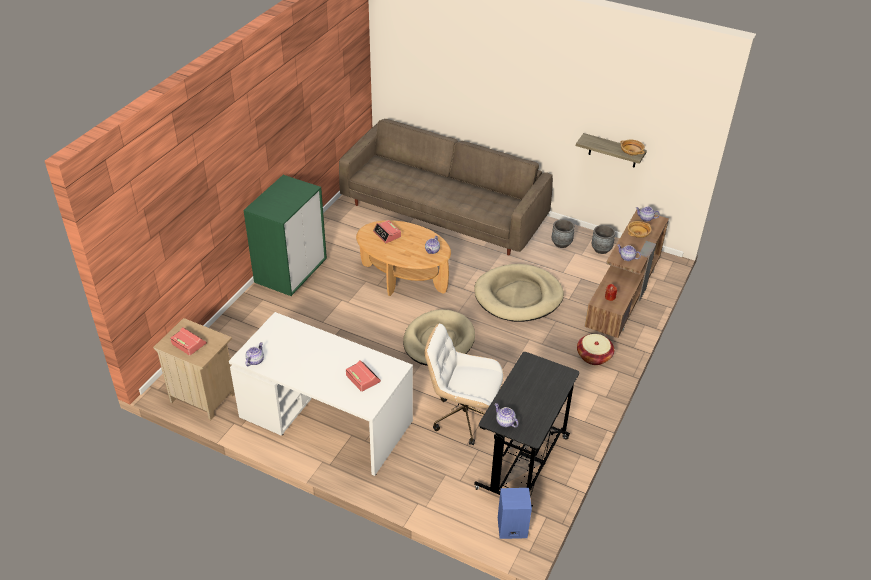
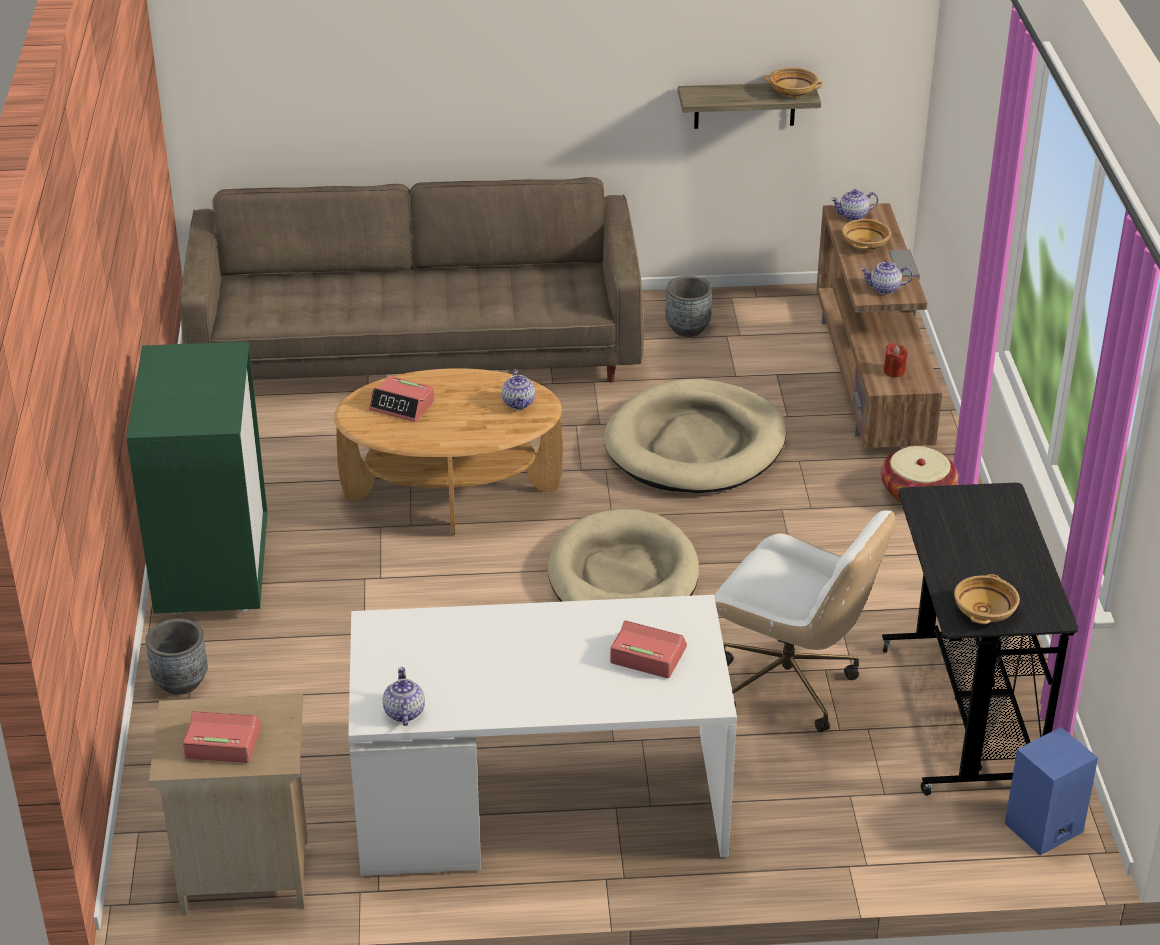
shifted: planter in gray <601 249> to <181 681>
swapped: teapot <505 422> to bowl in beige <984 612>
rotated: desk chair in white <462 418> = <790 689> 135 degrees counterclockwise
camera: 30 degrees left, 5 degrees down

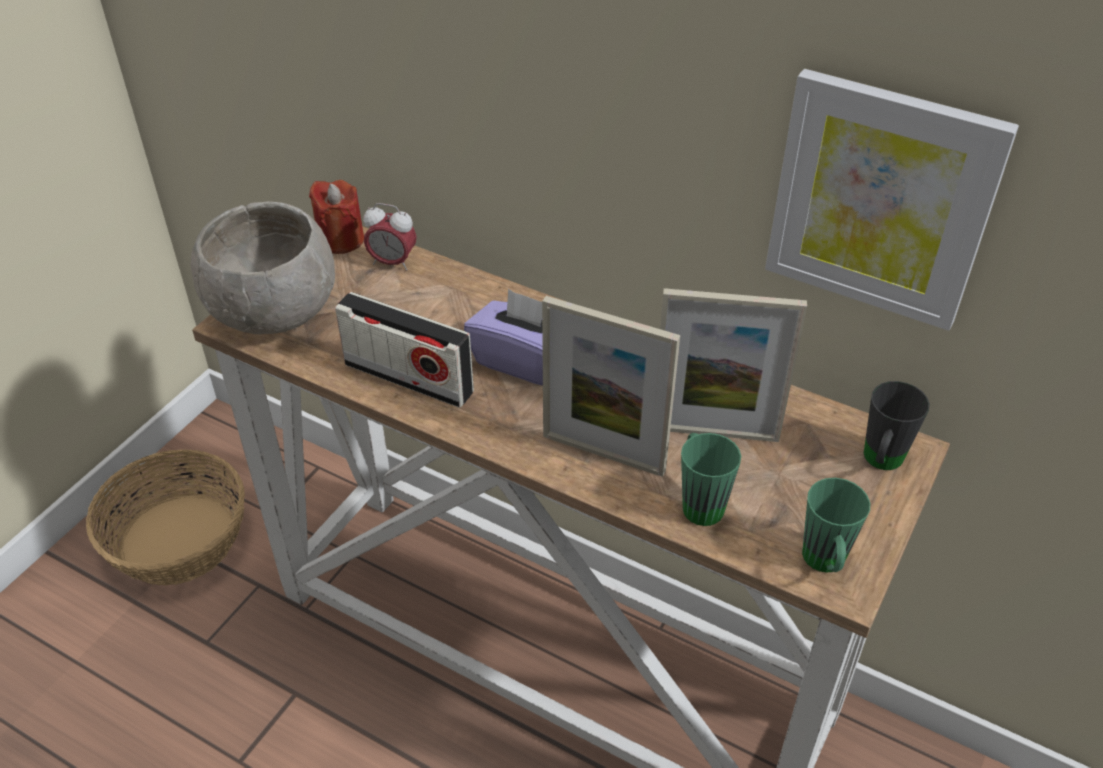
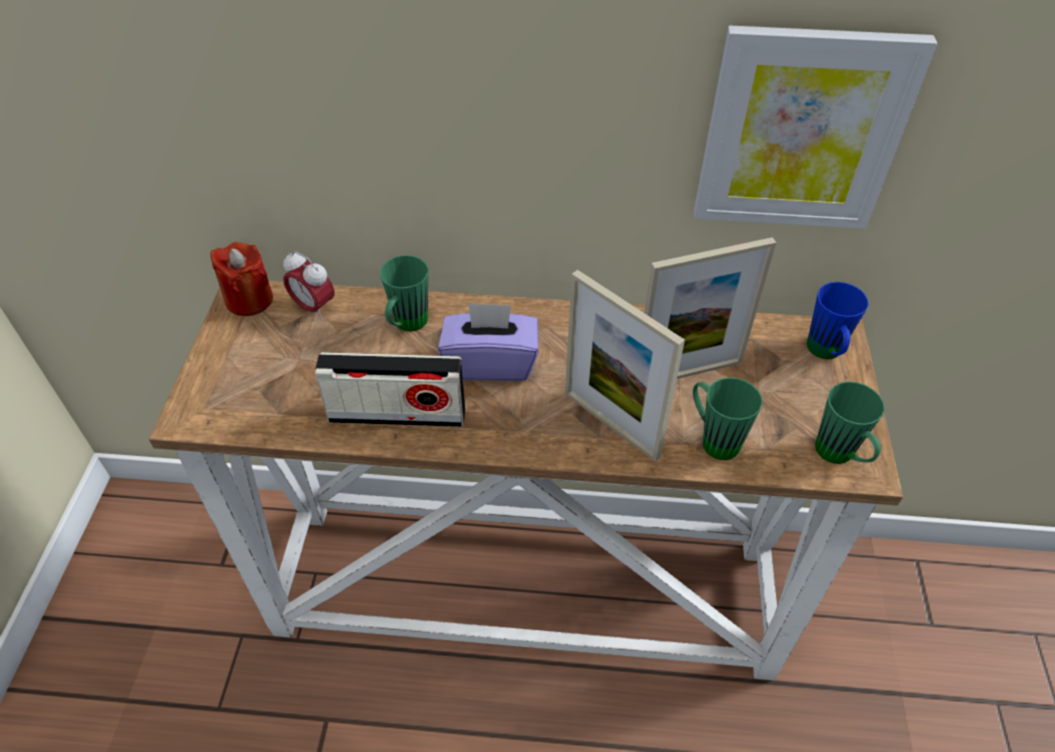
gone: household basket <178 539>; bowl in gray <274 313>
new: coffee mug in greenish <407 326>
repainted: coffee mug in black <880 463> to coffee mug in blue <825 354>
rotated: bedside clock <392 263> = <314 307> 45 degrees clockwise; picture frame <603 453> = <611 424> 45 degrees clockwise
camera: 25 degrees left, 5 degrees up

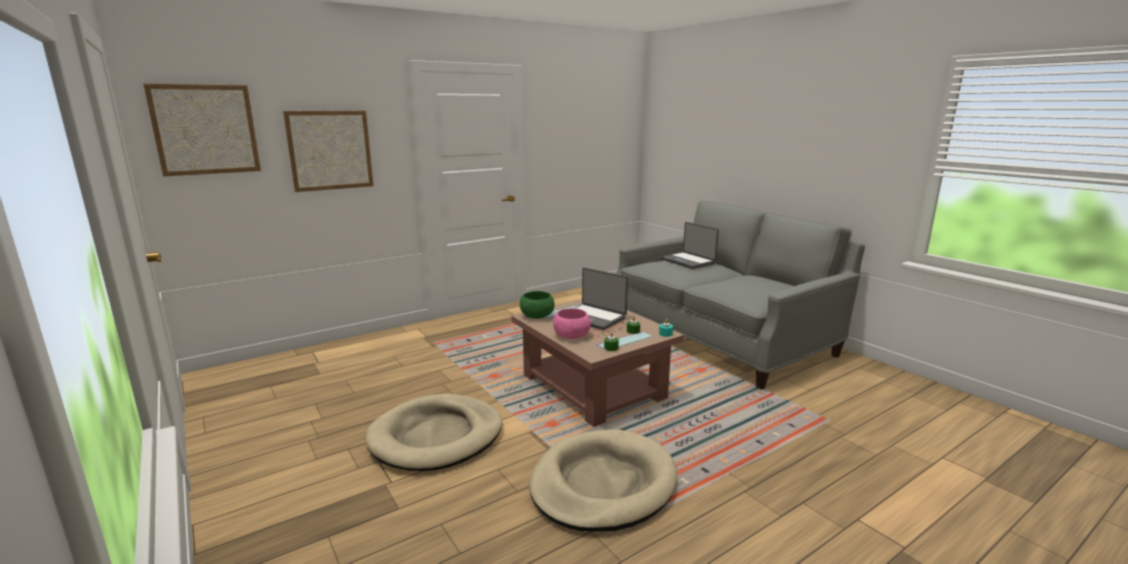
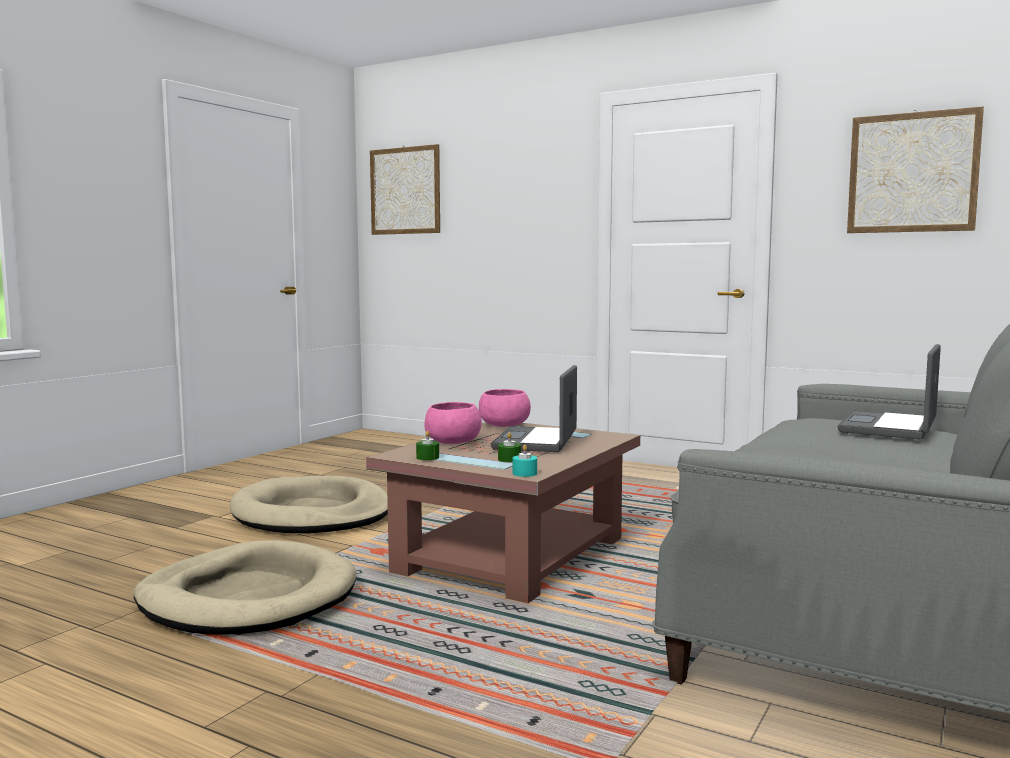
shifted: wall art <330 149> to <912 171>
repainted: bowl in greenish <537 316> to bowl in pink <503 425>
camera: 65 degrees right, 10 degrees down

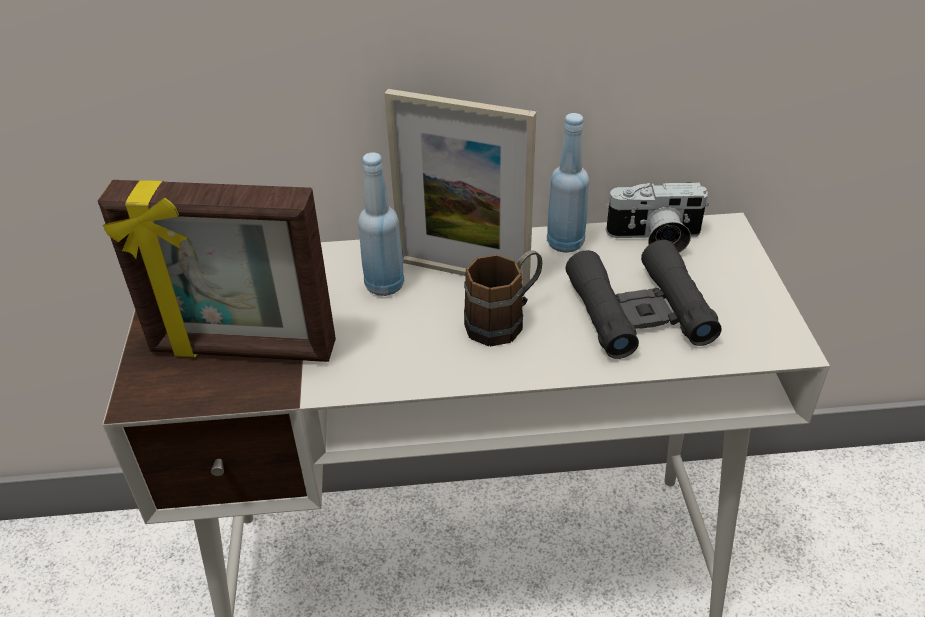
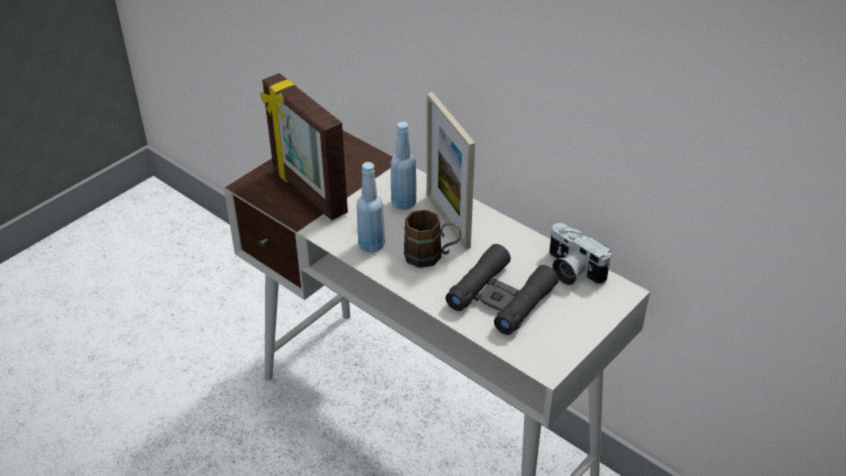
shifted: bottle in blue <565 243> to <371 245>
camera: 45 degrees right, 0 degrees up

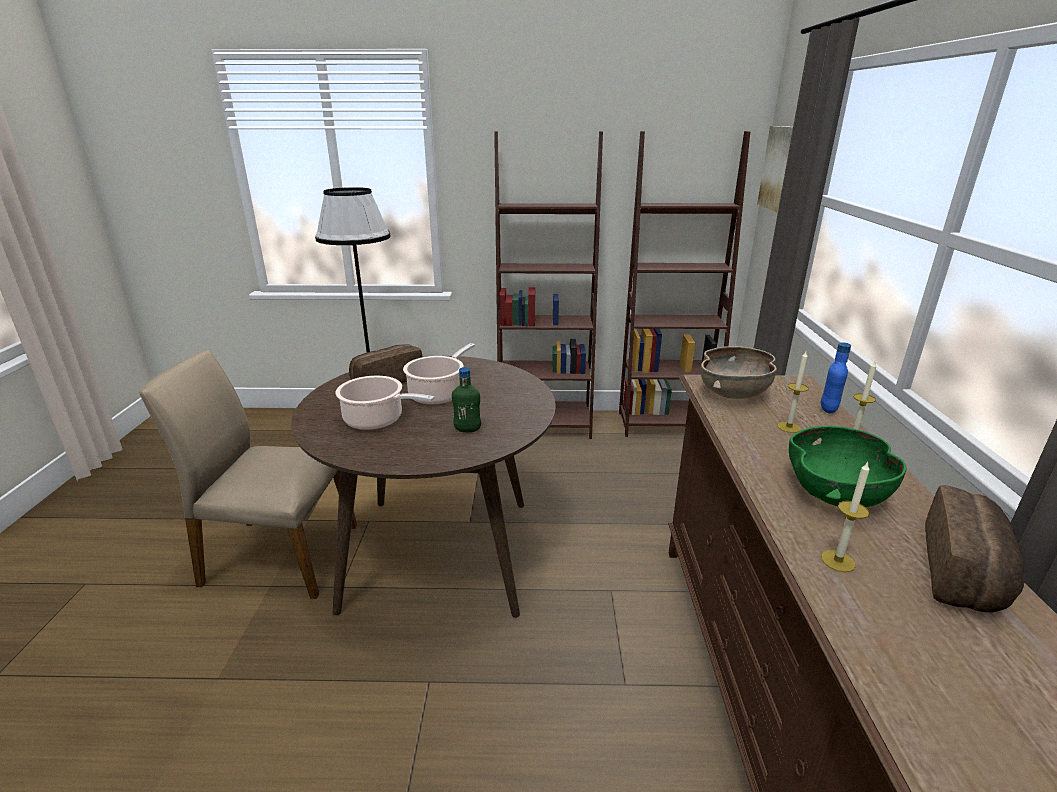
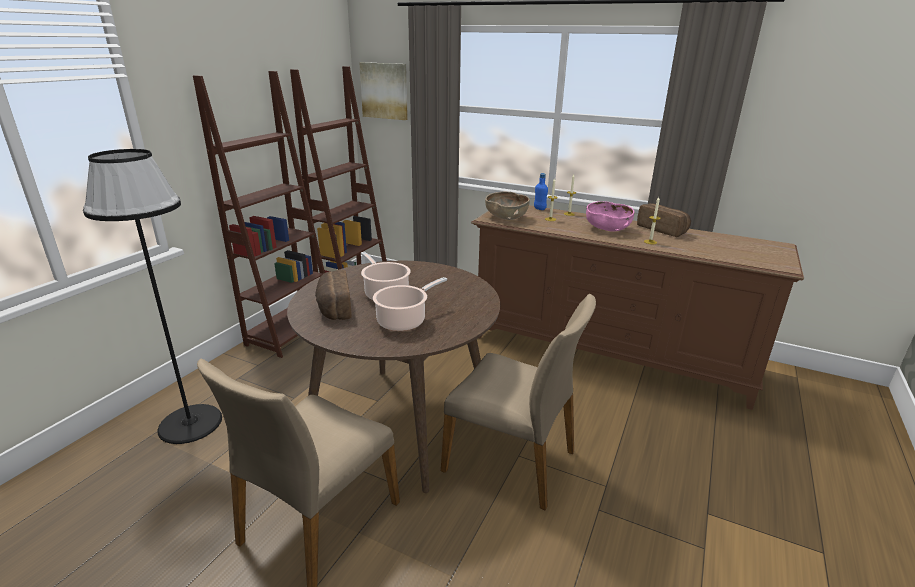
gone: bottle in greenish <467 430>
new: chair in beige <511 460>
repainted: bowl in greenish <836 493> to bowl in pink <607 229>
camera: 65 degrees left, 0 degrees up

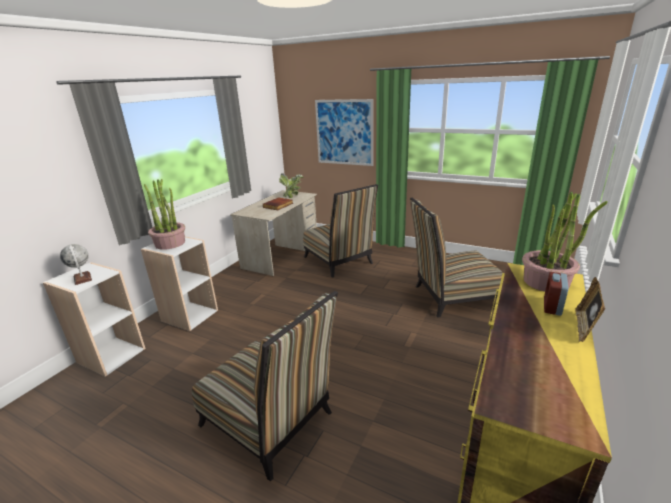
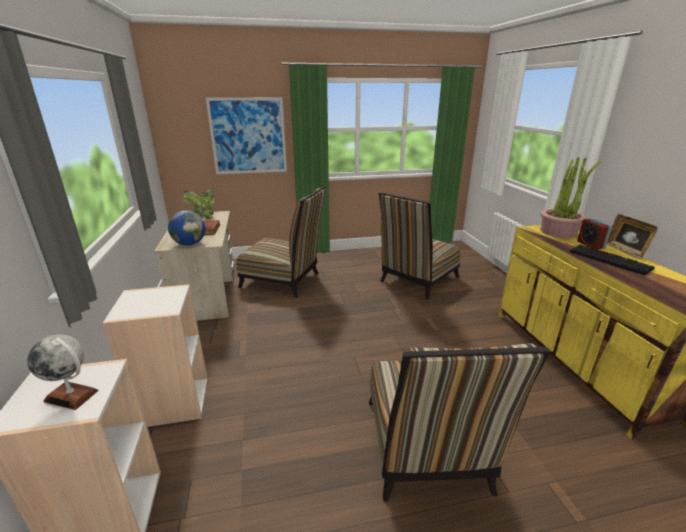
gone: potted plant <170 243>
new: desk globe <189 244>; keyboard <610 260>
rotated: chair <272 423> = <426 451> 90 degrees clockwise
camera: 40 degrees left, 0 degrees up

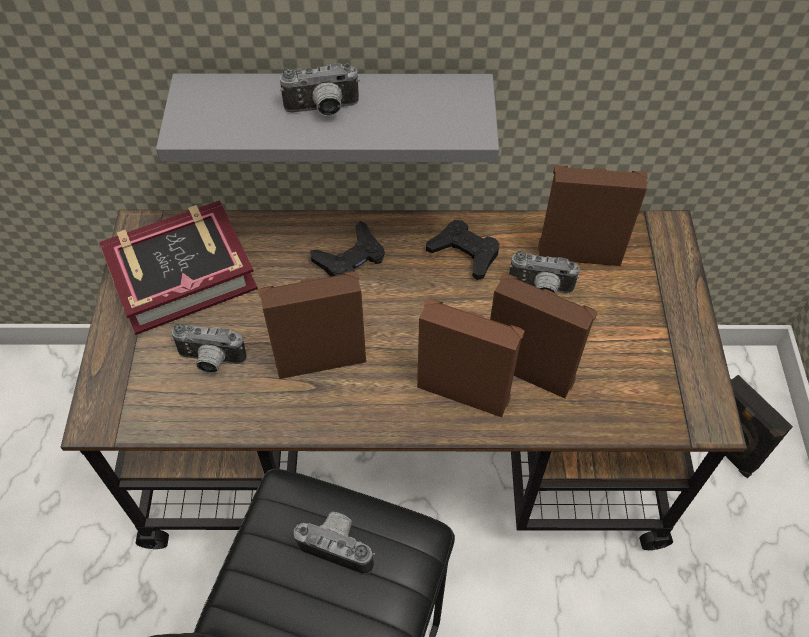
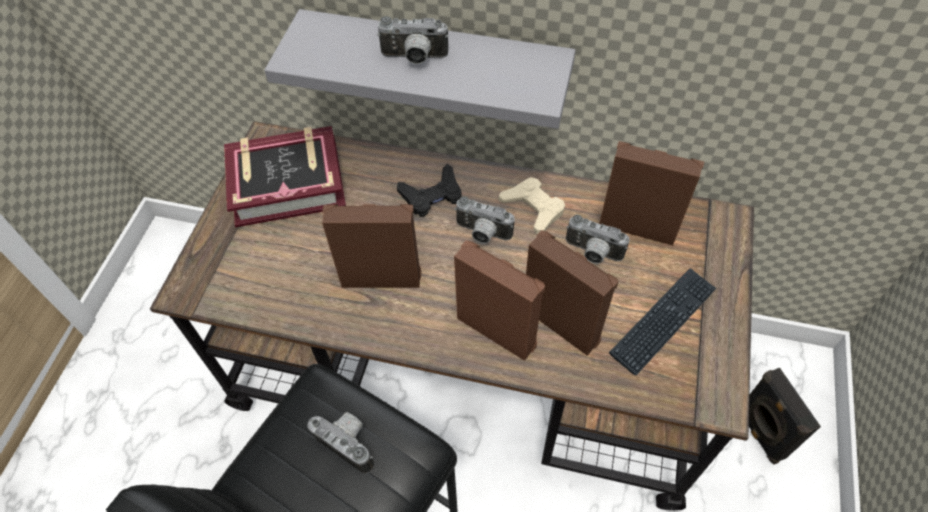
new: keyboard <663 321>
shifted: photo camera <210 361> to <482 234>
repainted: game controller in black <464 253> to game controller in beige <533 208>
camera: 15 degrees right, 0 degrees up

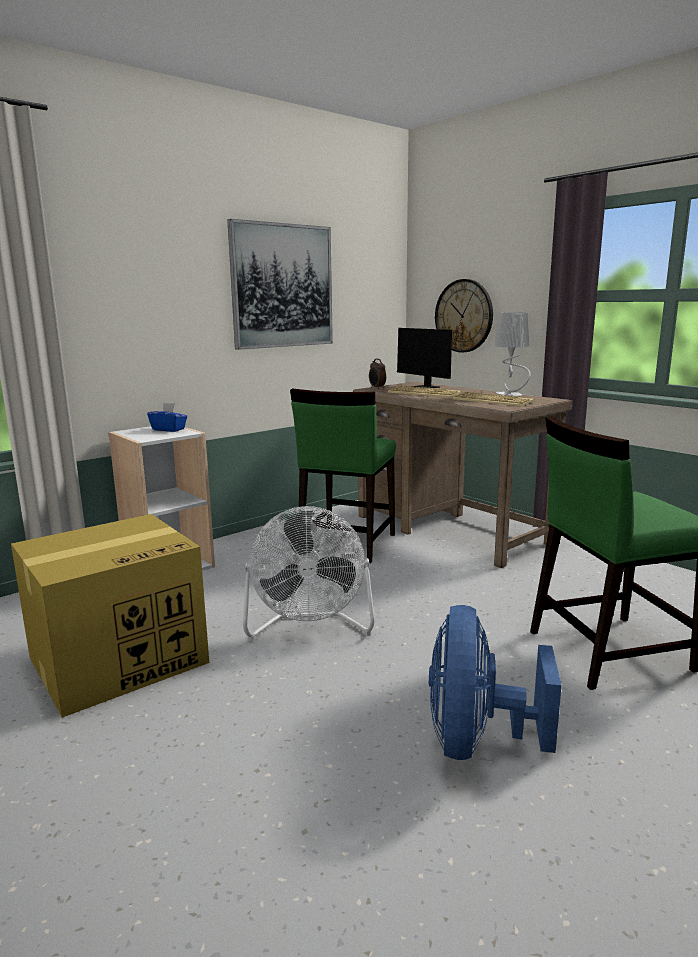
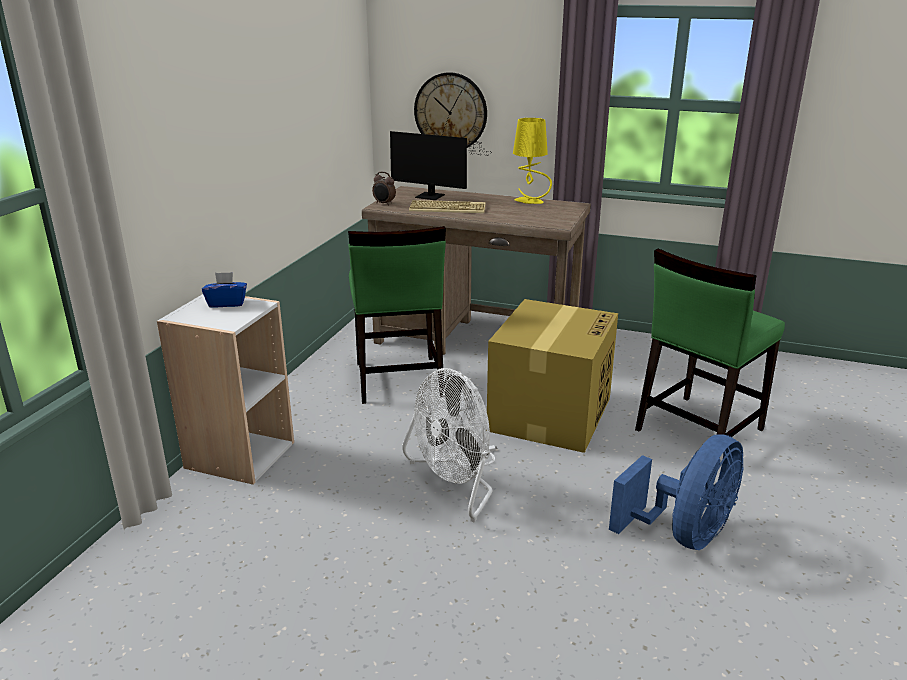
gone: wall art <282 286>; keyboard <493 400>
shifted: cardboard box <120 659> to <550 413>
repainted: lamp for a table in gray <510 395> to lamp for a table in yellow-coloured <530 201>
rotated: fan in white <305 625> = <458 480> 90 degrees clockwise; fan in blue <477 741> = <684 534> 120 degrees counterclockwise
camera: 30 degrees left, 10 degrees up

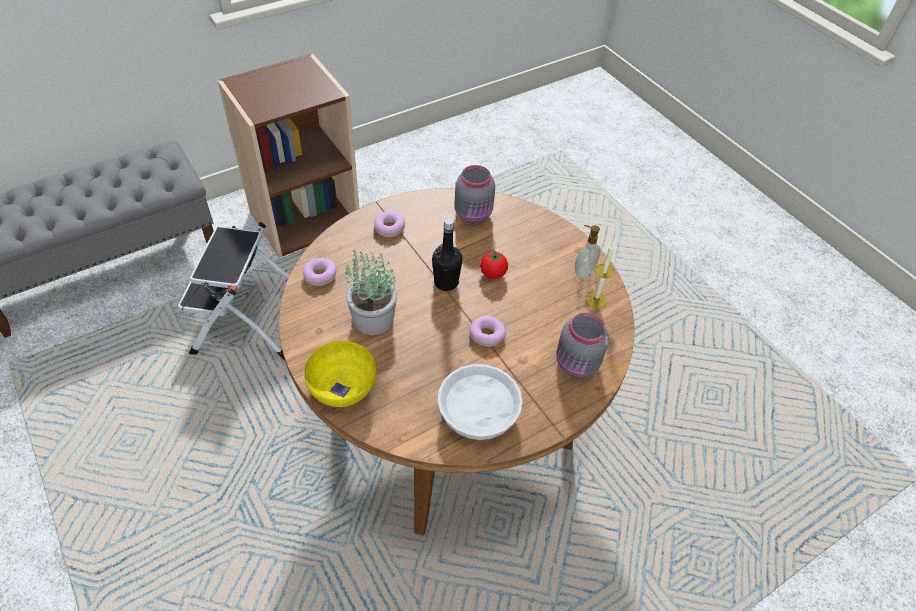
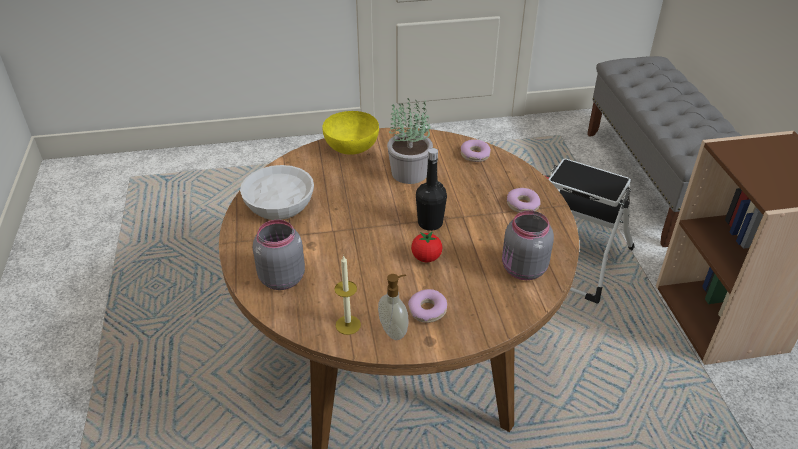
shifted: doughnut <487 335> to <427 310>
camera: 115 degrees right, 10 degrees down

